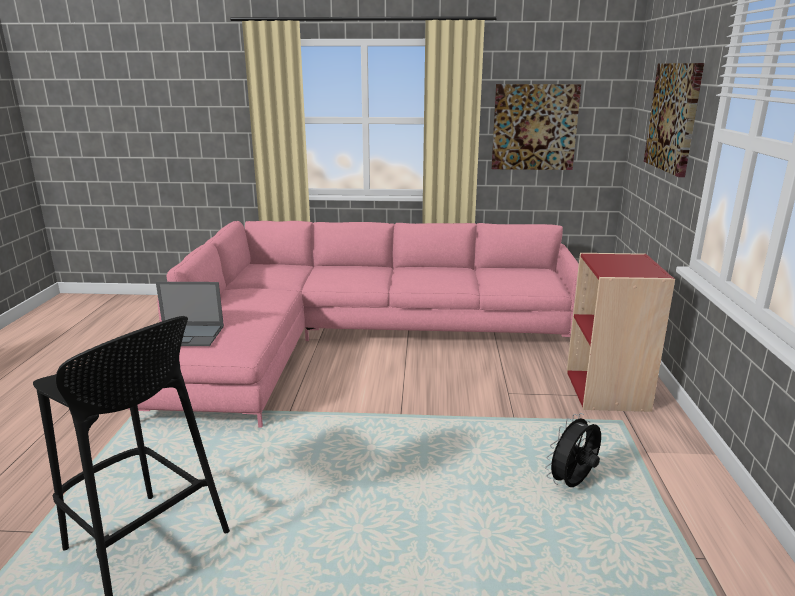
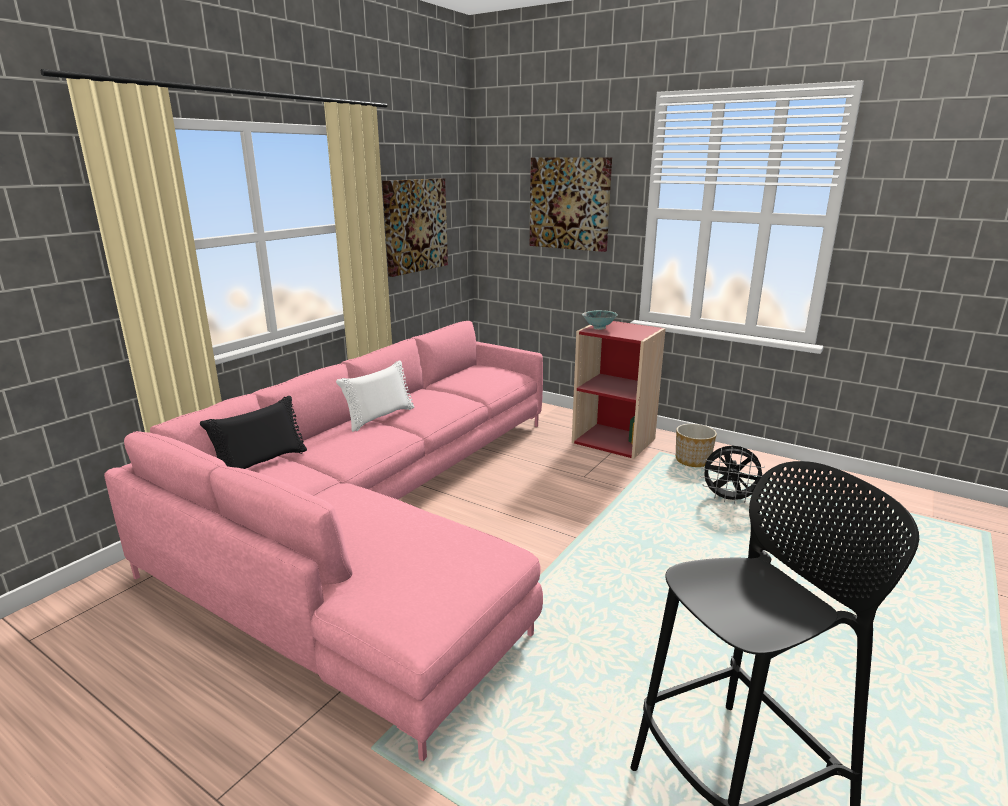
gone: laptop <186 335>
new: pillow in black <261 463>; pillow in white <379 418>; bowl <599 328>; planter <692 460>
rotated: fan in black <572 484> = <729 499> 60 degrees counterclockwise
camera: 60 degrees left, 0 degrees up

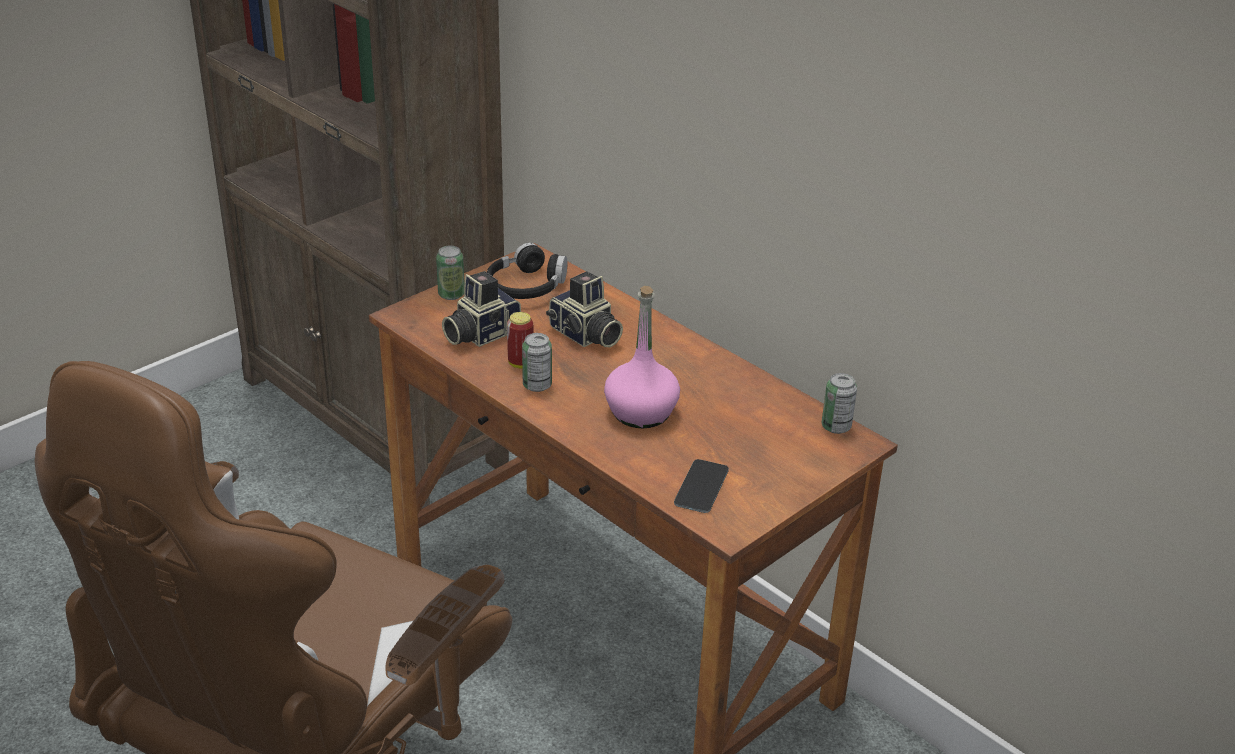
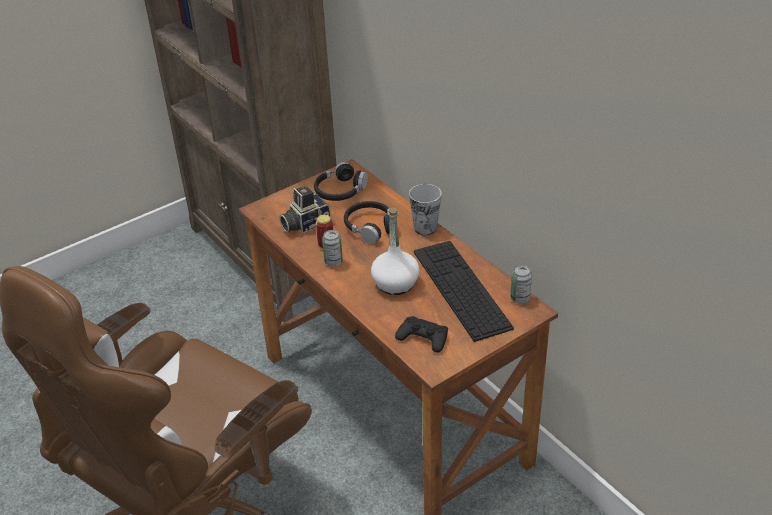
gone: metal can <451 295>
new: small cup <425 228>; keyboard <461 289>
swapped: photo camera <585 335> to headset in black <370 227>; telephone <701 487> to game controller in black <423 338>
repainted: bottle in pink <641 412> to bottle in white <395 283>
camera: 10 degrees right, 5 degrees up

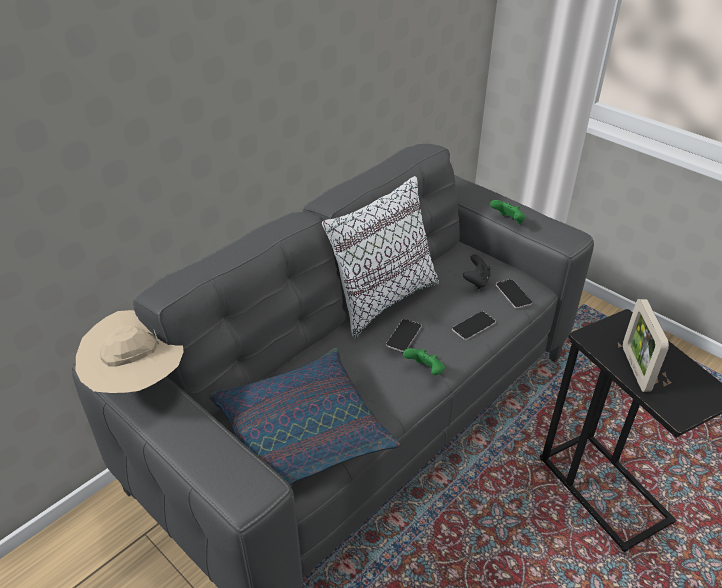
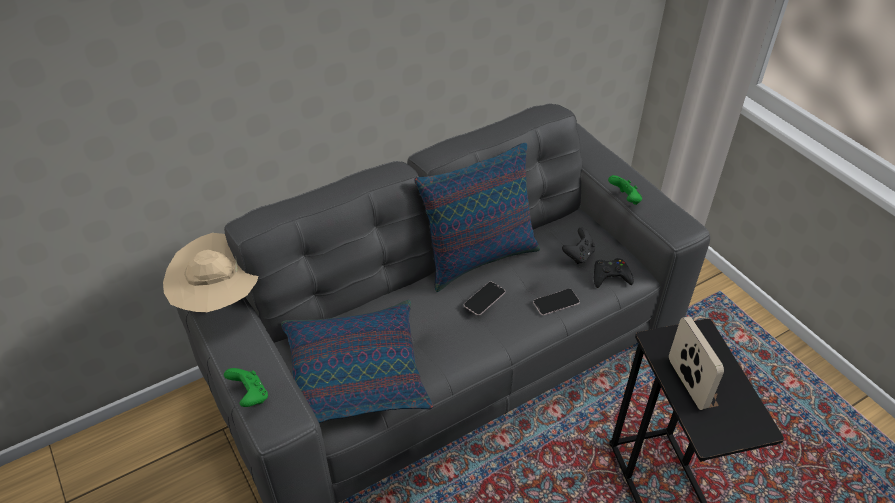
shifted: game controller in greenish <425 371> to <250 396>
swapped: telephone <513 294> to game controller in black <610 276>
repainted: pillow in white <385 301> to pillow in blue <479 259>
rotated: picture frame <635 369> = <687 383> 150 degrees clockwise
camera: 15 degrees right, 5 degrees up

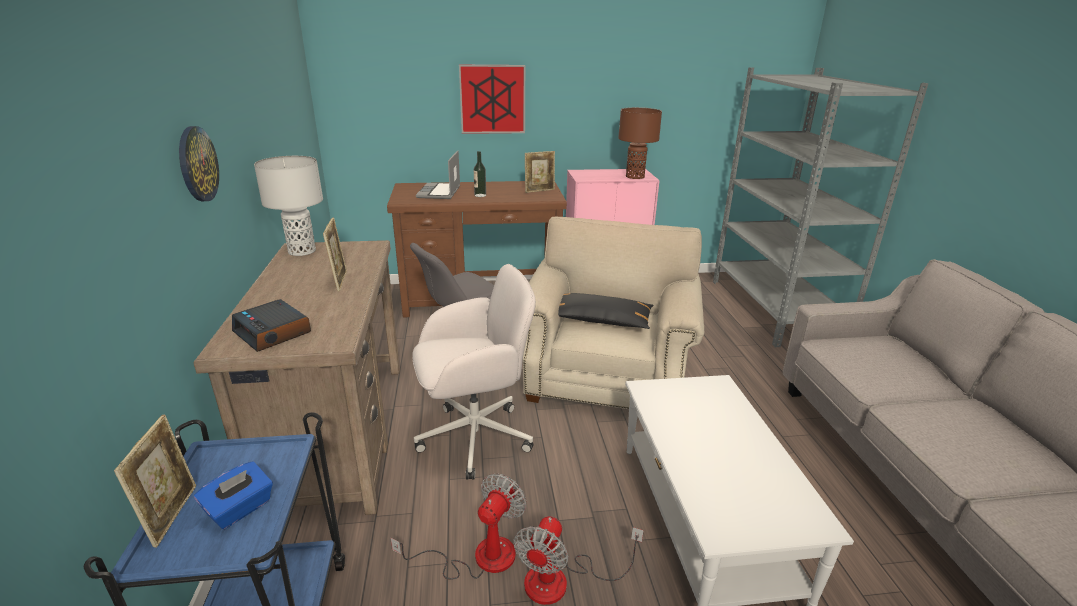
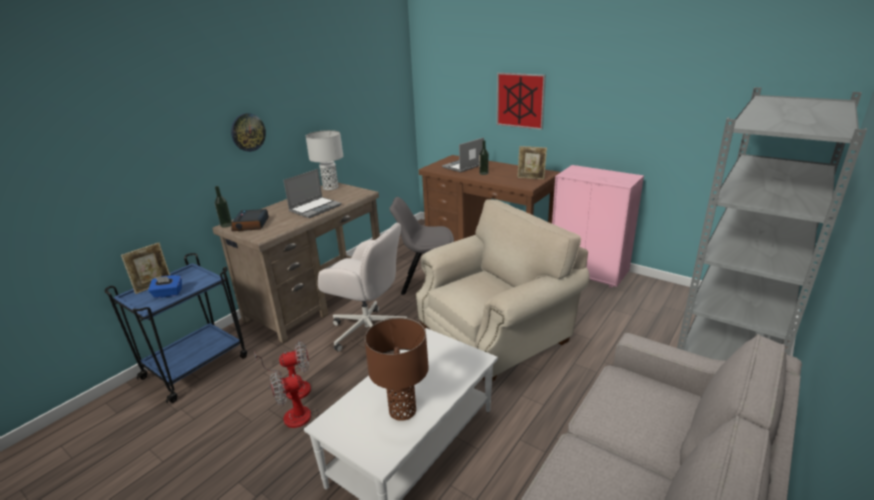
gone: pillow in black <600 320>
new: bottle <226 225>
shifted: lamp for a table in brown-coloured <634 176> to <402 410>
swapped: picture frame <340 281> to laptop <315 208>
camera: 45 degrees right, 0 degrees up

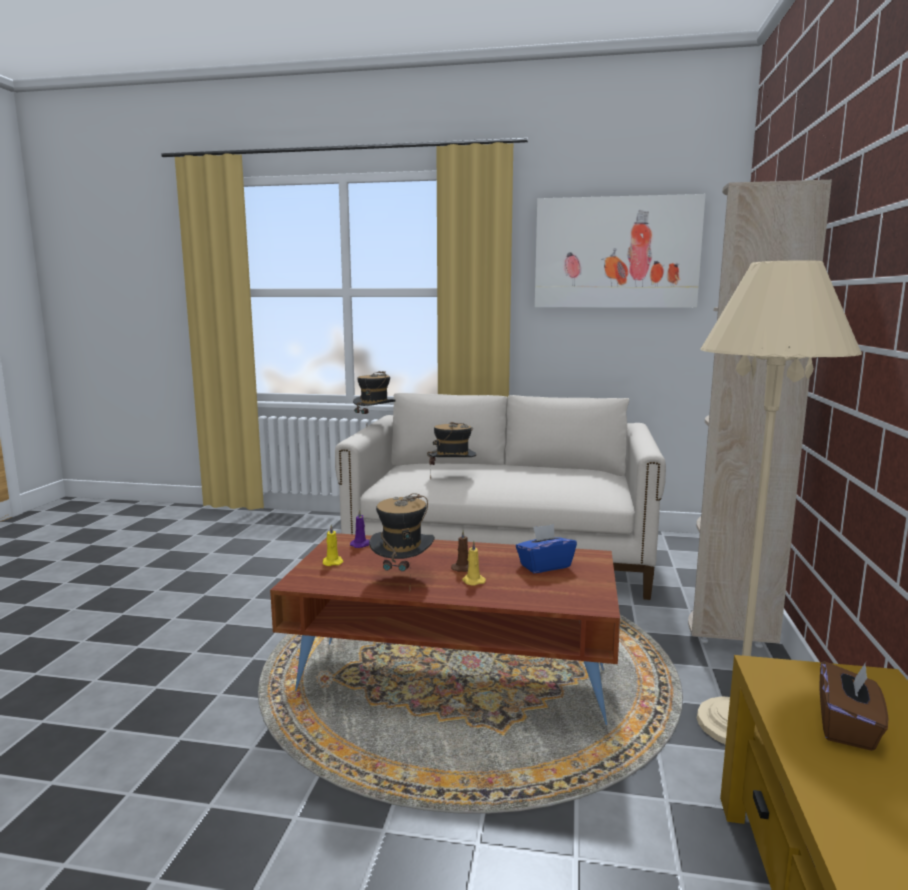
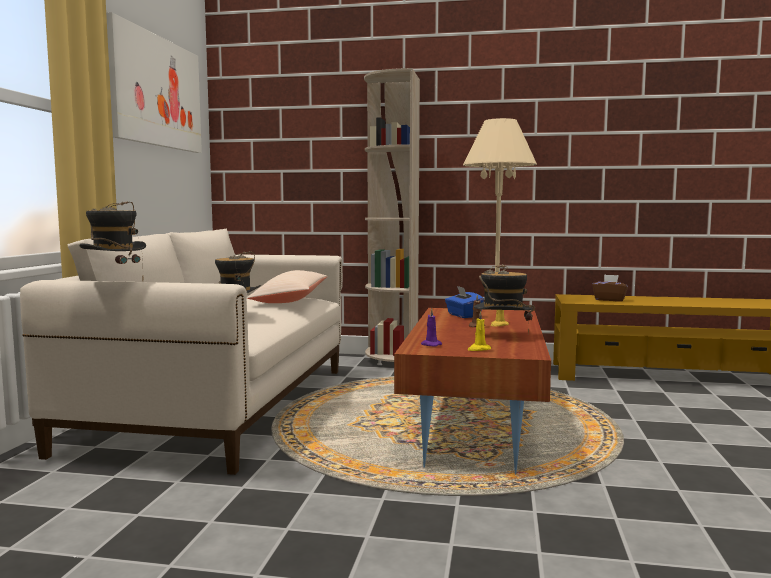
new: pillow in beige <290 300>
camera: 90 degrees left, 5 degrees down

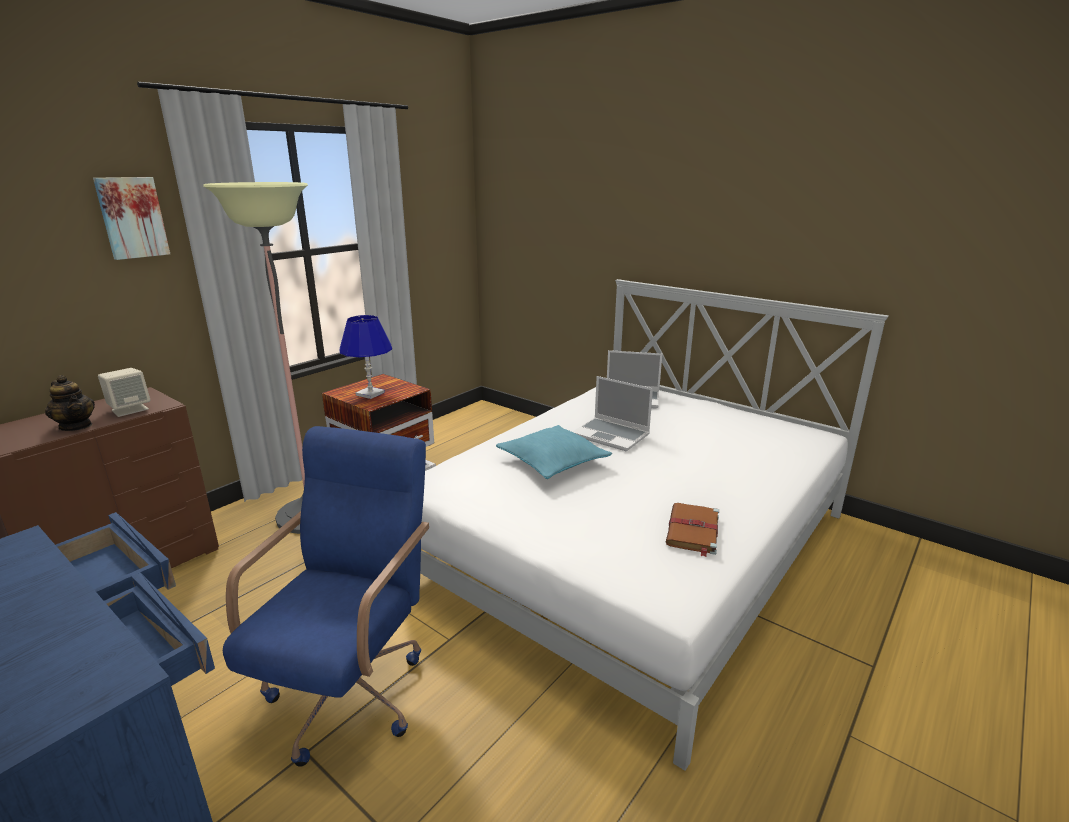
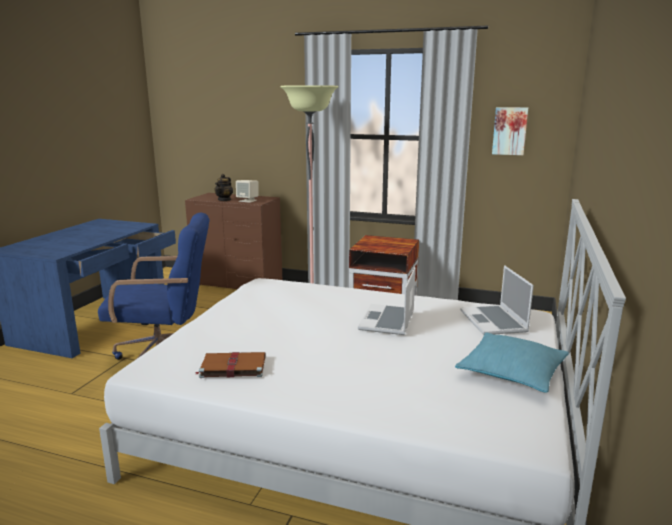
gone: lamp for a table in blue <370 394>
shifted: wall art <132 217> to <509 131>; pillow in turquoise <552 461> to <511 372>
camera: 70 degrees right, 5 degrees down

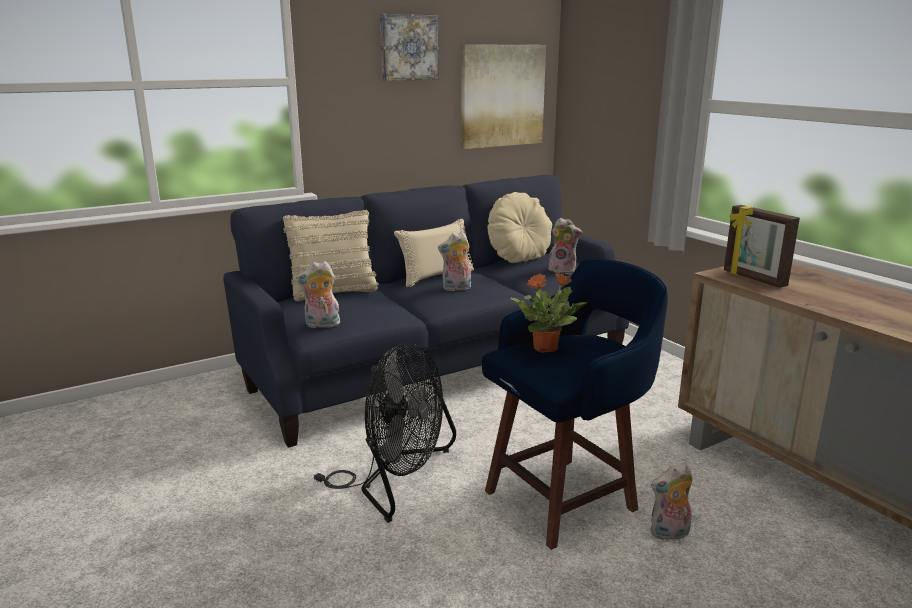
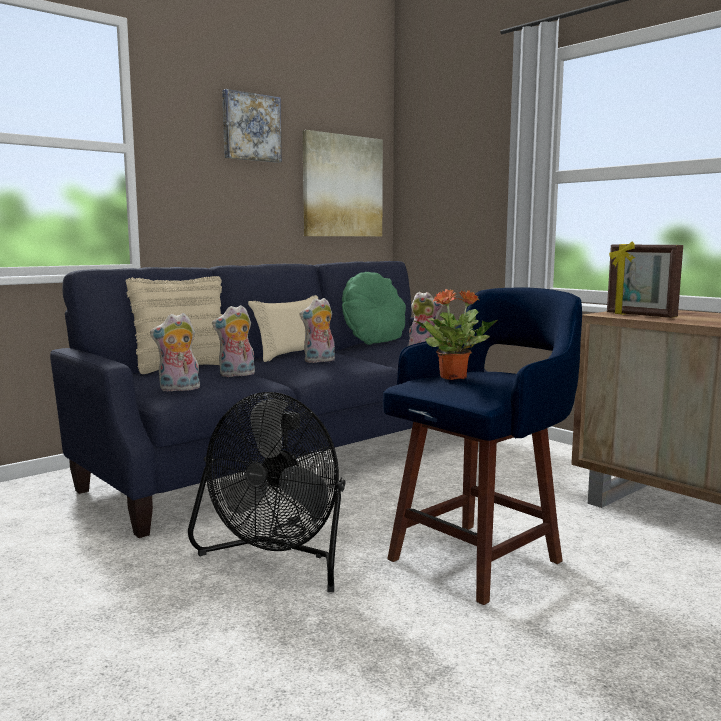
shifted: plush toy <669 534> to <236 375>
repainted: pillow in beige <518 259> to pillow in greenish <374 342>
rotated: fan in black <393 480> = <277 557> 105 degrees clockwise
camera: 10 degrees left, 10 degrees down

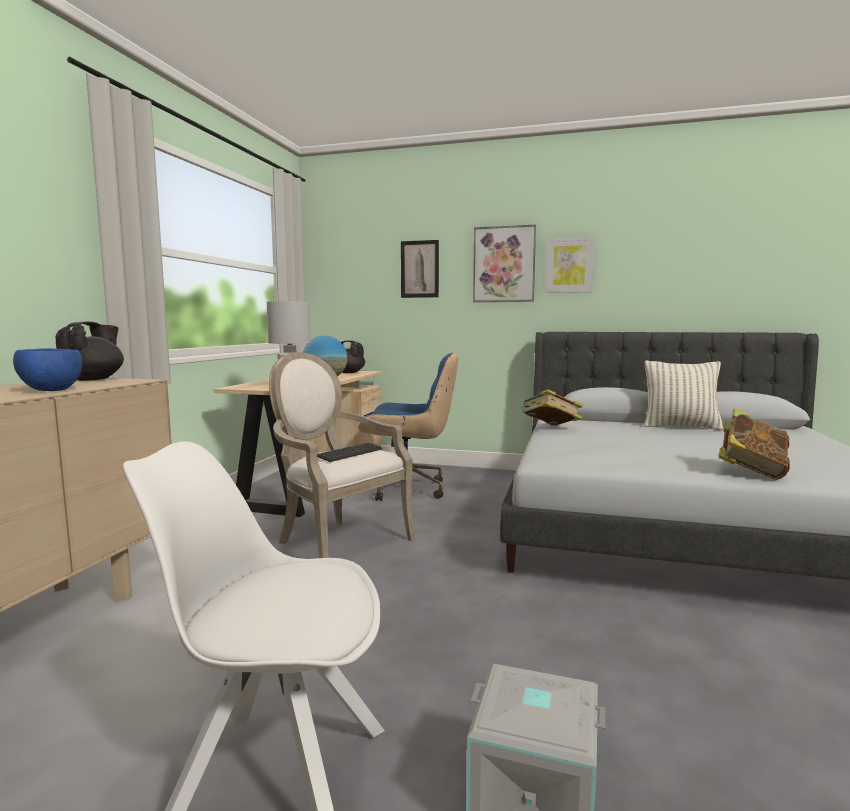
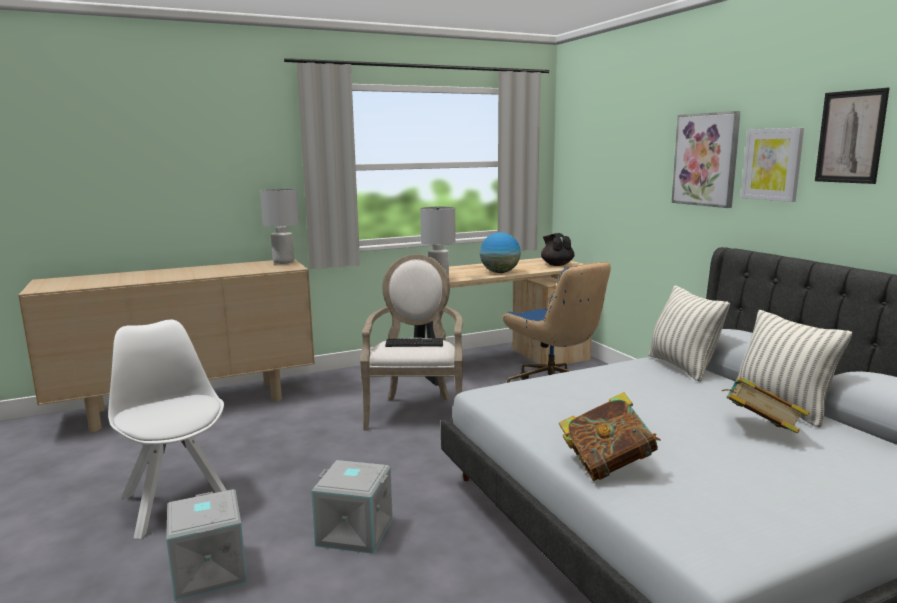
gone: bowl in blue <51 390>
new: storage box in gray <354 532>; pillow <682 367>
shifted: wall art <419 269> to <850 137>; book <550 429> to <759 431>
swapped: teapot in black <92 379> to lamp for a table in gray <284 263>
camera: 50 degrees right, 5 degrees up

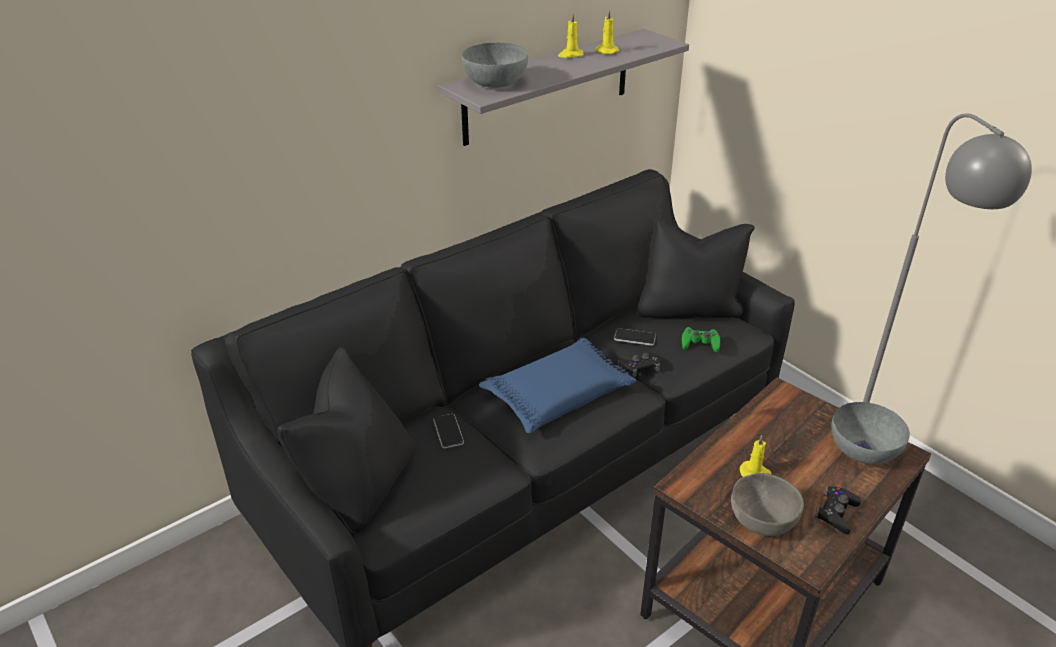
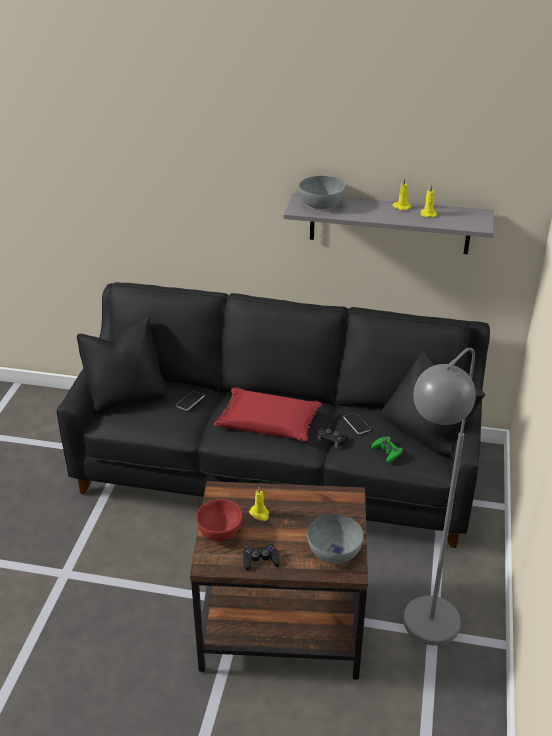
repainted: pillow in blue <558 391> to pillow in red-coloured <268 420>; bowl in gray <761 521> to bowl in red-coloured <220 532>
camera: 50 degrees right, 0 degrees up

